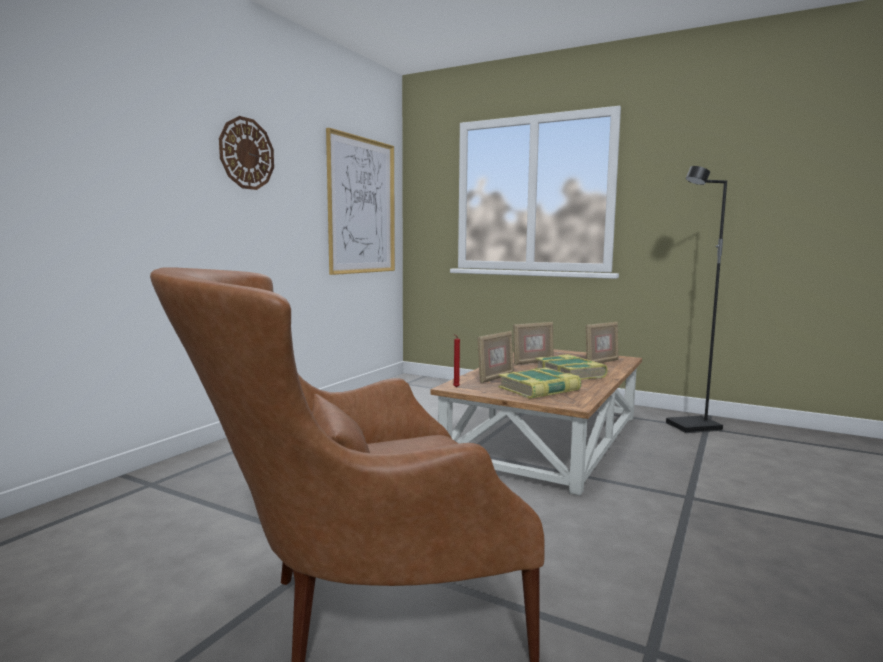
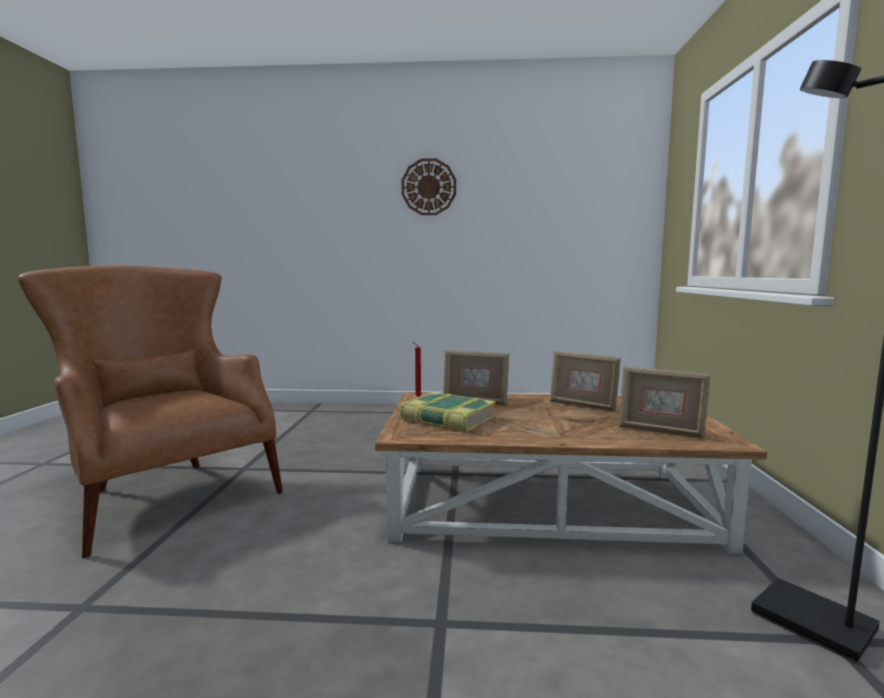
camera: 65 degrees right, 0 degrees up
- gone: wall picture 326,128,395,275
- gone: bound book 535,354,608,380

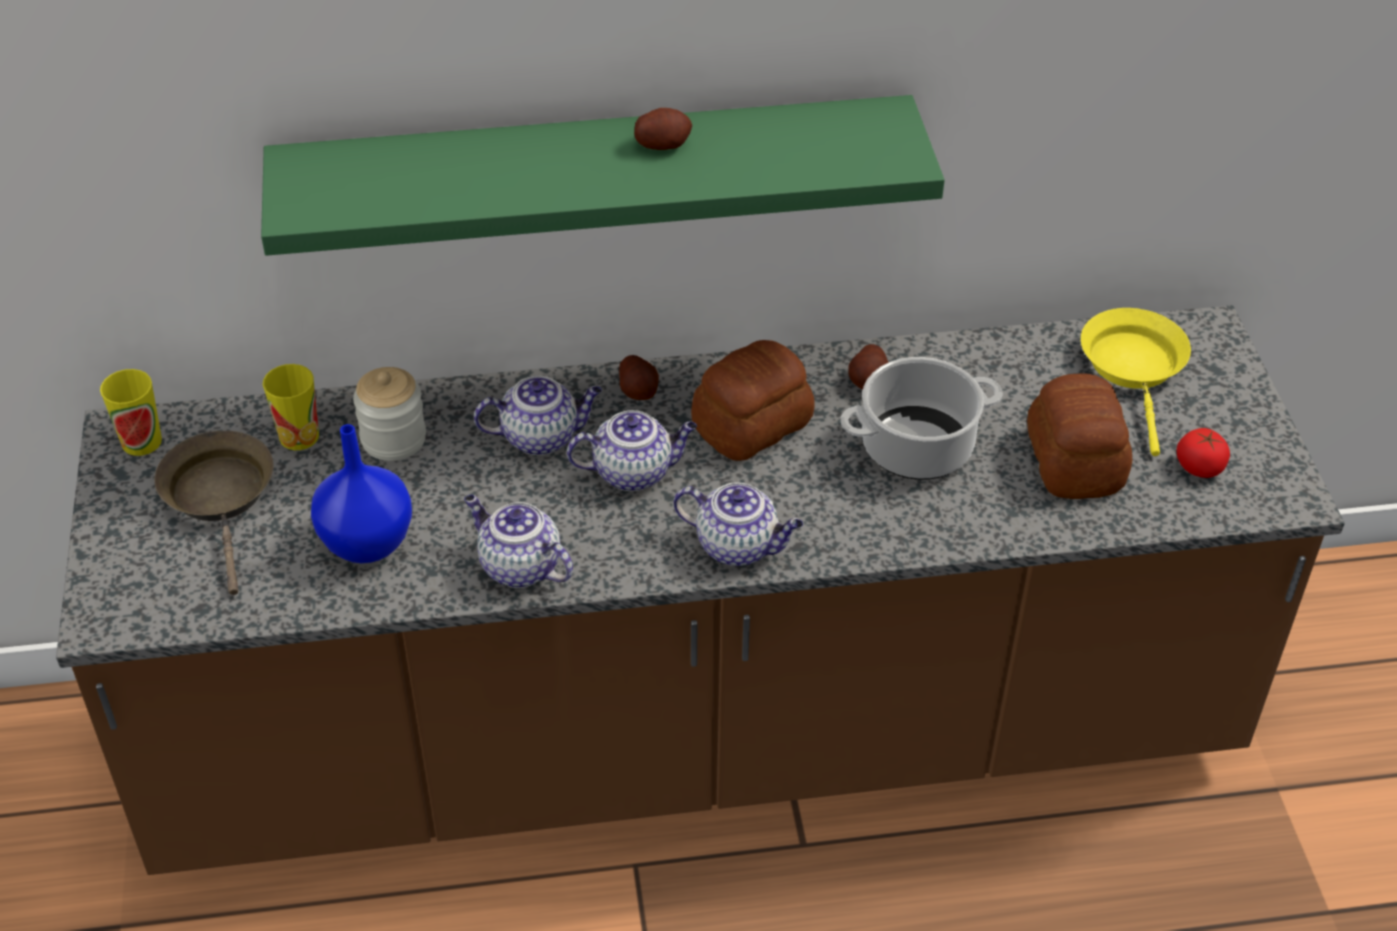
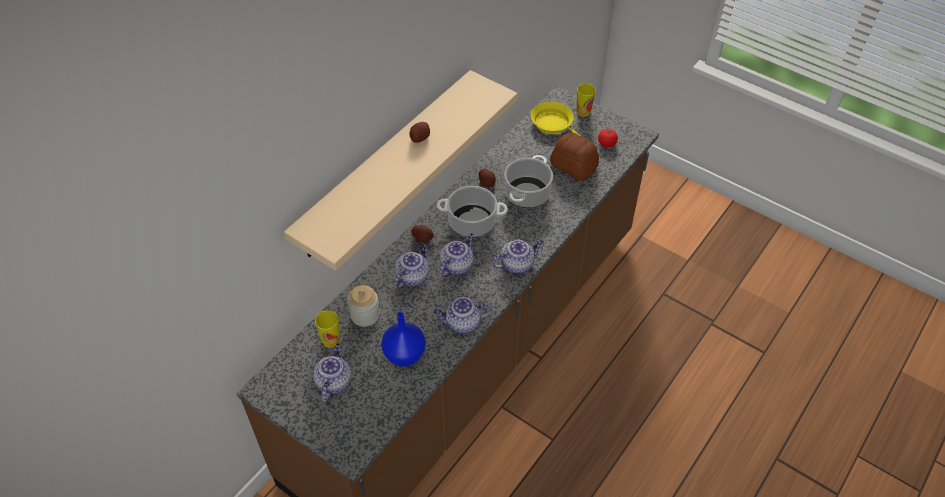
camera: 45 degrees left, 5 degrees up
- repainted: bracket shelf (green-coloured) 261,95,945,256 to bracket shelf (beige-coloured) 284,70,518,271
- swapped: baked bread 691,340,815,461 to cooking pot 437,186,508,237
- shifted: drinking cup 100,369,162,456 to 576,84,596,116
- swapped: frying pan (brown-coloured) 154,431,274,595 to pot for tea 313,343,351,402

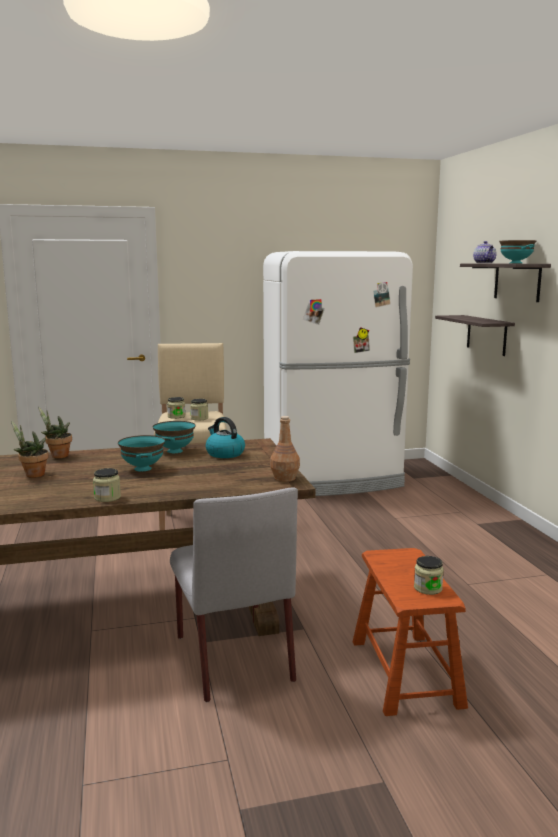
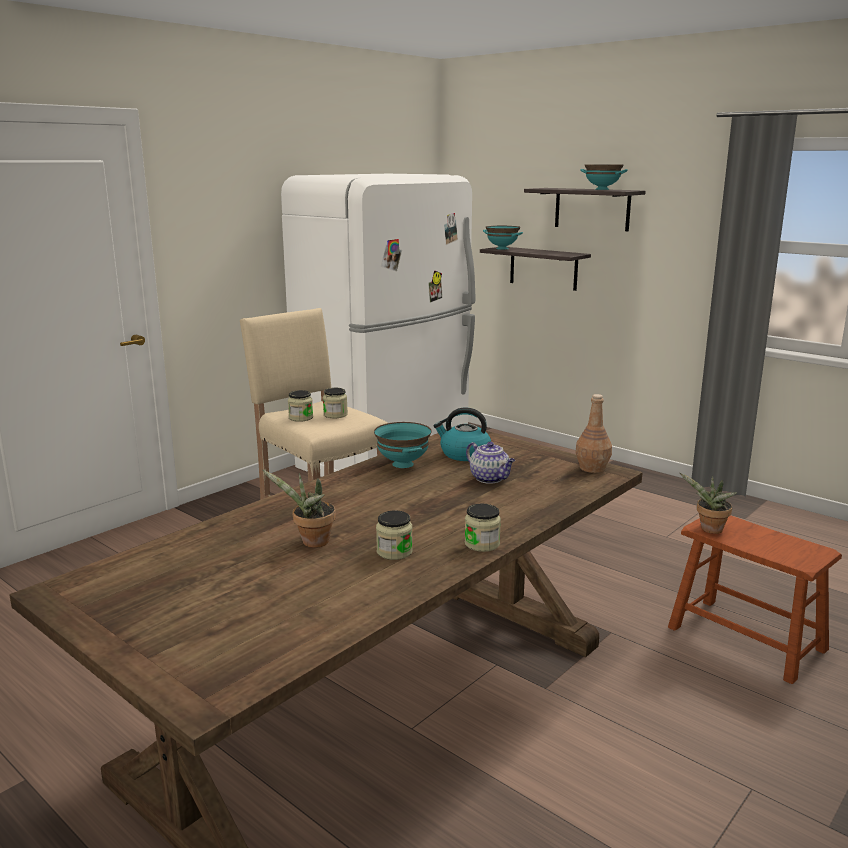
camera: 35 degrees left, 5 degrees up
- shifted: pot for tea 473,241,496,263 to 466,442,515,484
- shifted: potted plant 38,406,72,458 to 680,473,737,534
- shifted: bowl (turquoise) 118,435,165,472 to 483,226,523,250
- gone: plain chair (greyish) 170,487,298,702
- shifted: jar 414,556,444,595 to 376,510,413,560

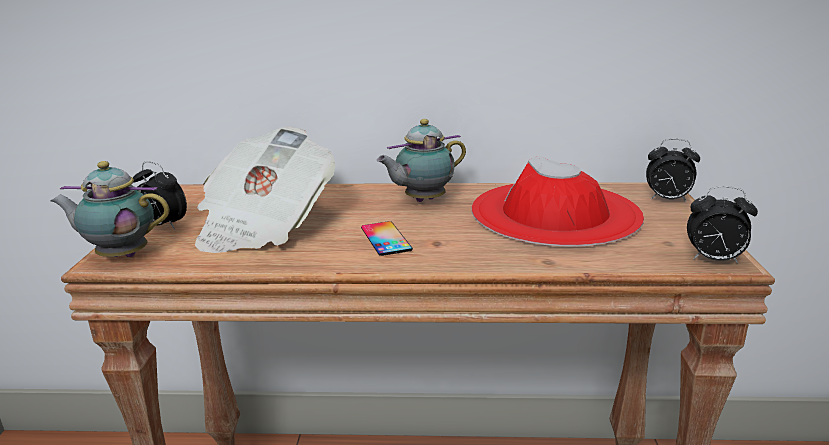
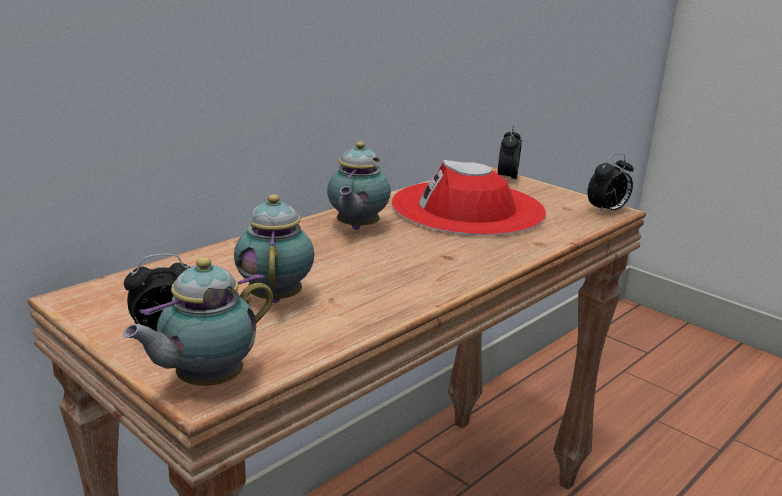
camera: 50 degrees left, 0 degrees up
- swapped: newspaper 195,127,335,253 to pot for tea 234,194,314,303
- rotated: alarm clock 646,139,700,201 = 498,126,522,179 135 degrees clockwise
- gone: phone 361,221,413,256

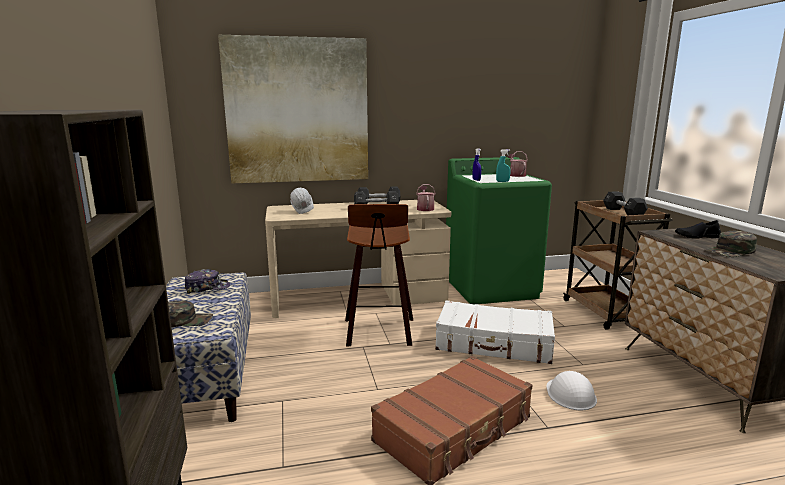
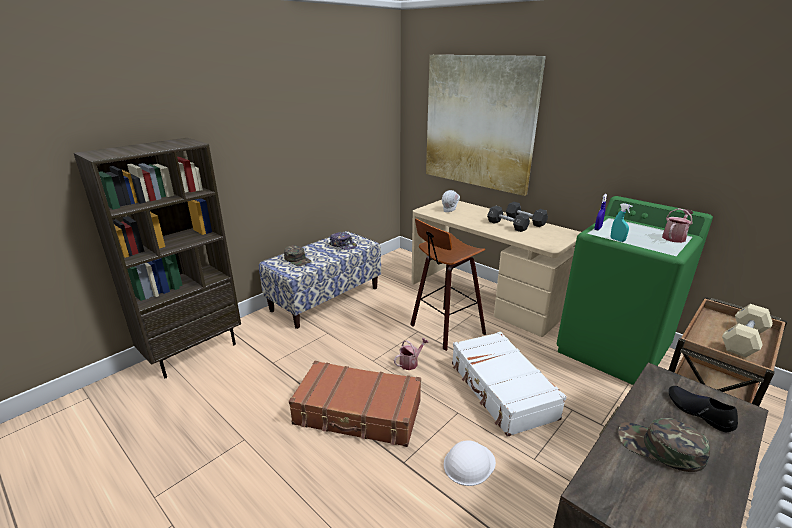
camera: 55 degrees right, 10 degrees up
- shifted: watering pot 416,184,436,211 to 394,338,429,370
- repainted: free weight (black-coloured) 603,191,648,215 to free weight (beige-coloured) 722,304,773,358

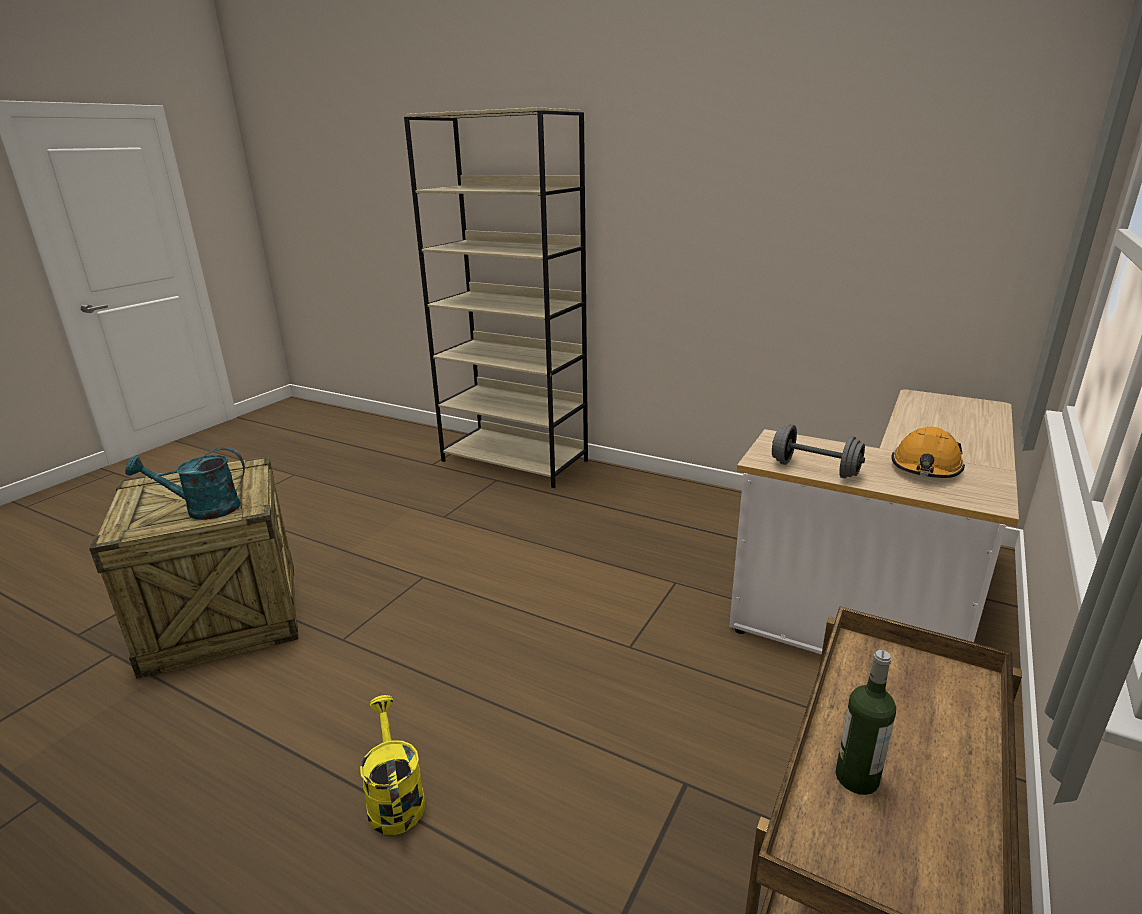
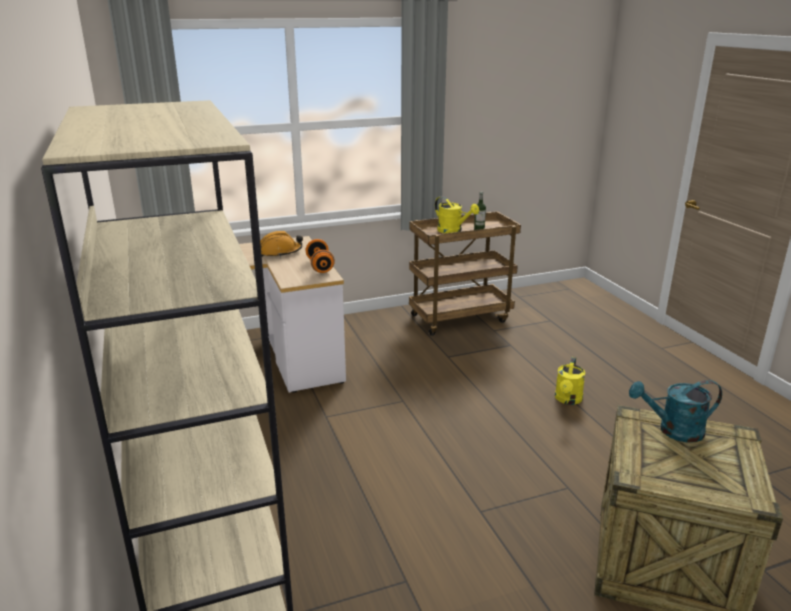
camera: 140 degrees left, 0 degrees up
- repainted: free weight (greyish) 772,424,865,478 to free weight (orange) 306,239,335,273
- rotated: watering pot (turquoise) 125,447,245,520 = 629,380,722,443 150 degrees clockwise
- new: watering pot (yellow-coloured) 435,196,479,233

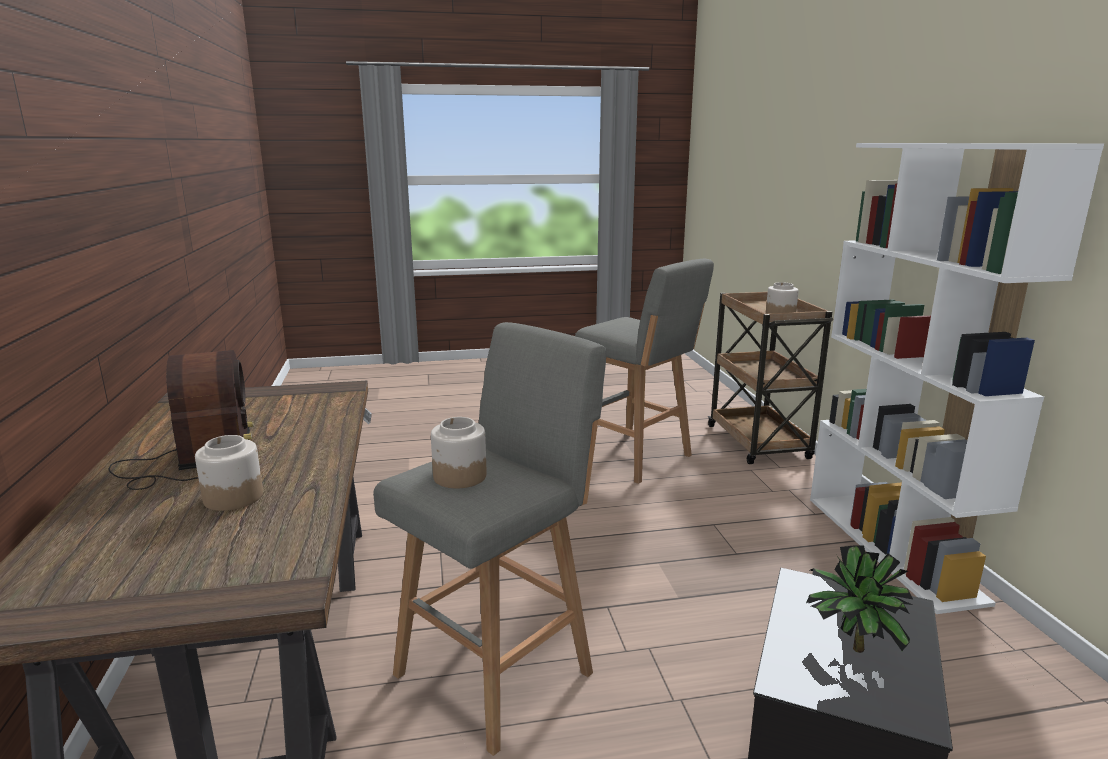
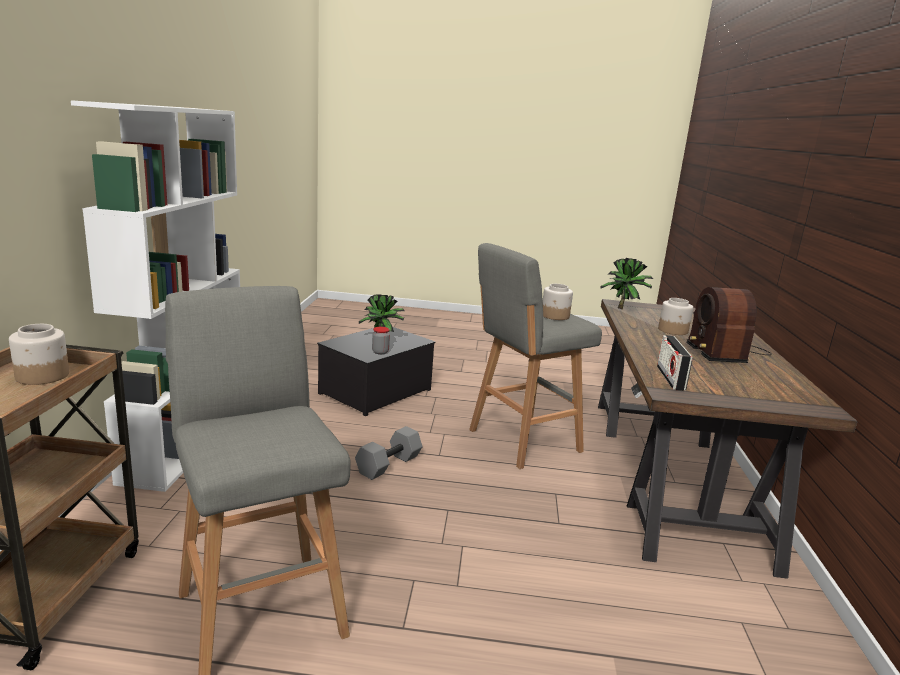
camera: 165 degrees left, 0 degrees up
- new: potted plant 601,258,653,309
- new: jar 372,327,390,354
- new: radio receiver 657,335,692,391
- new: free weight (greyish) 355,426,422,480

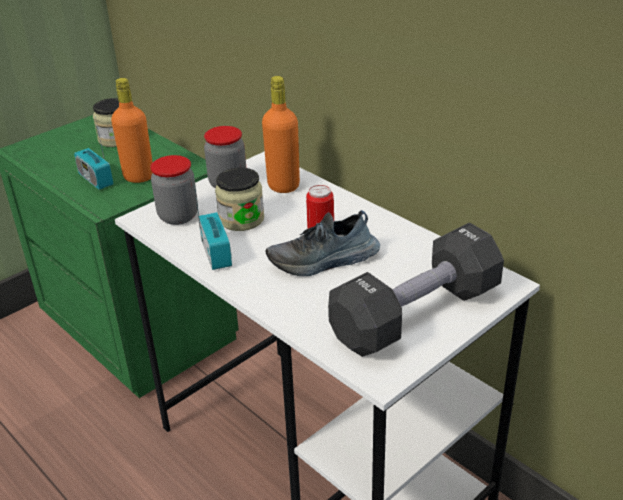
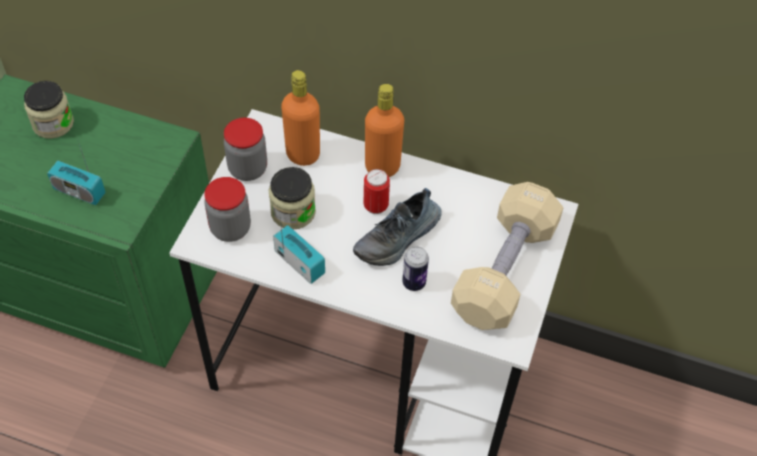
camera: 30 degrees left, 20 degrees up
- shifted: bottle (orange) 111,78,153,183 to 365,84,404,177
- repainted: free weight (black-coloured) 328,223,504,357 to free weight (beige-coloured) 451,182,563,330
- new: metal can 402,246,429,291

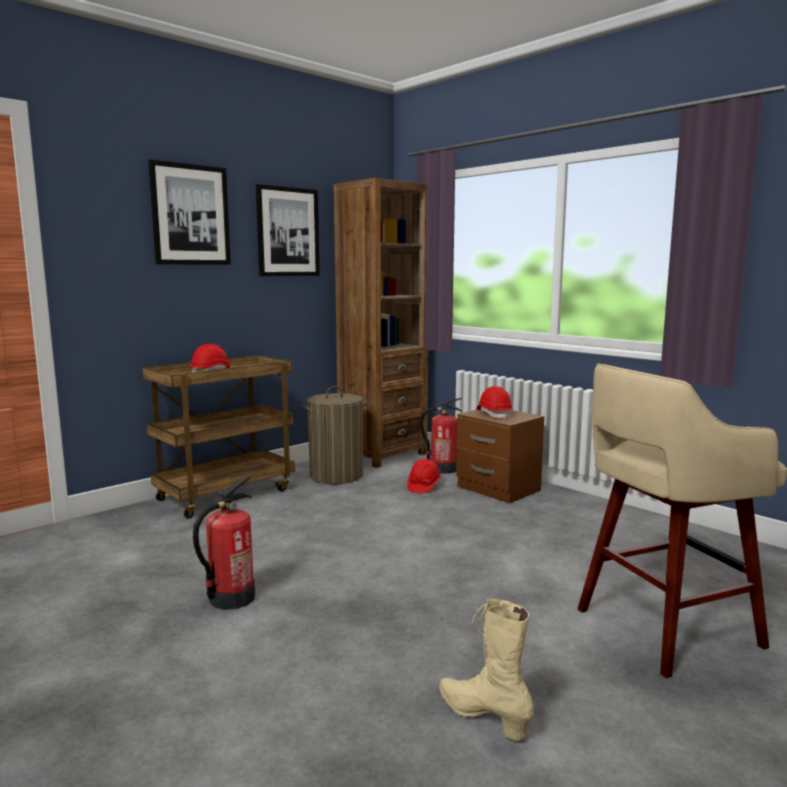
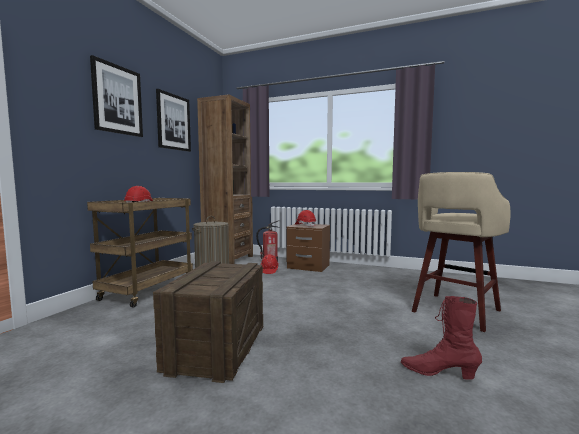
camera: 25 degrees left, 5 degrees down
- swapped: fire-fighting cylinder 193,476,255,610 to shipping crate 153,261,263,383
- repainted: high-top boot (beige-coloured) 439,599,534,740 to high-top boot (red) 401,296,482,380

